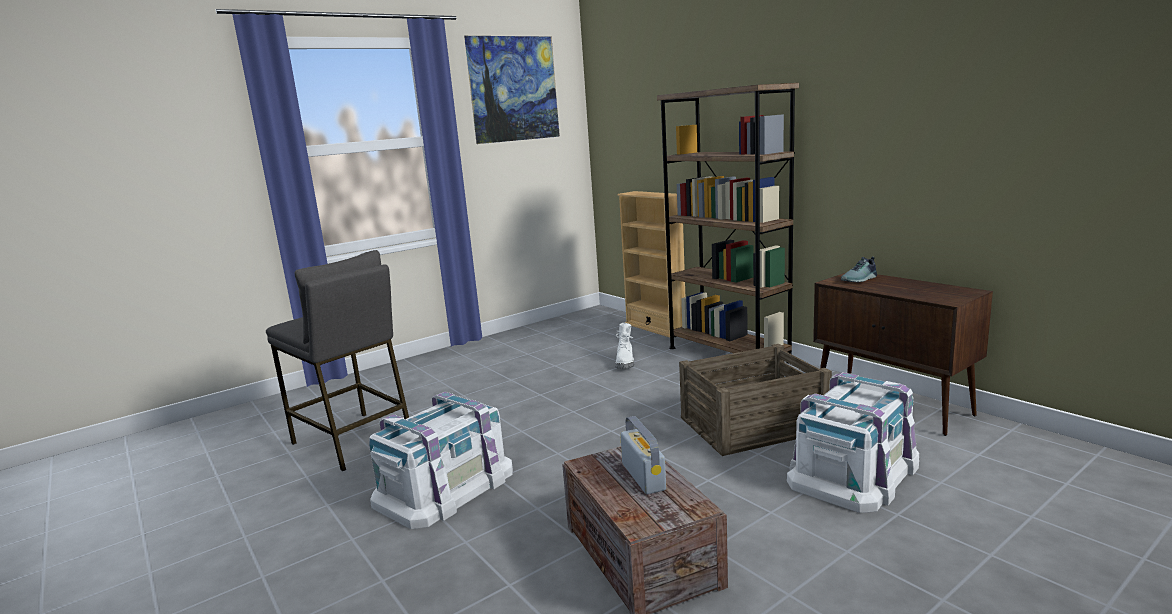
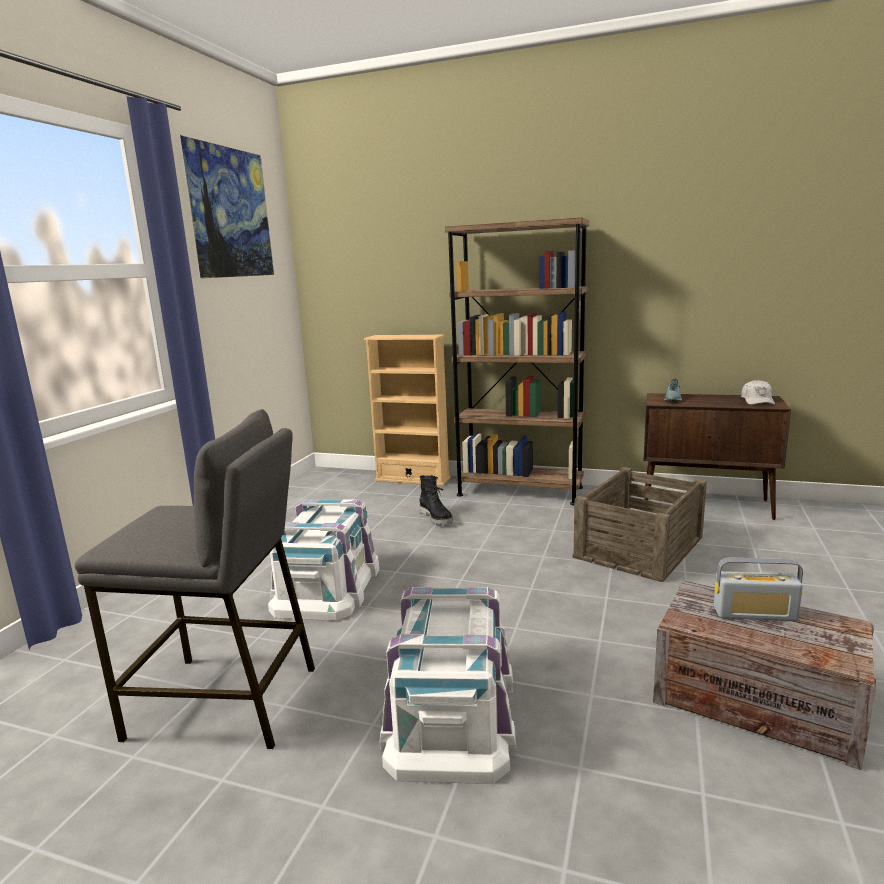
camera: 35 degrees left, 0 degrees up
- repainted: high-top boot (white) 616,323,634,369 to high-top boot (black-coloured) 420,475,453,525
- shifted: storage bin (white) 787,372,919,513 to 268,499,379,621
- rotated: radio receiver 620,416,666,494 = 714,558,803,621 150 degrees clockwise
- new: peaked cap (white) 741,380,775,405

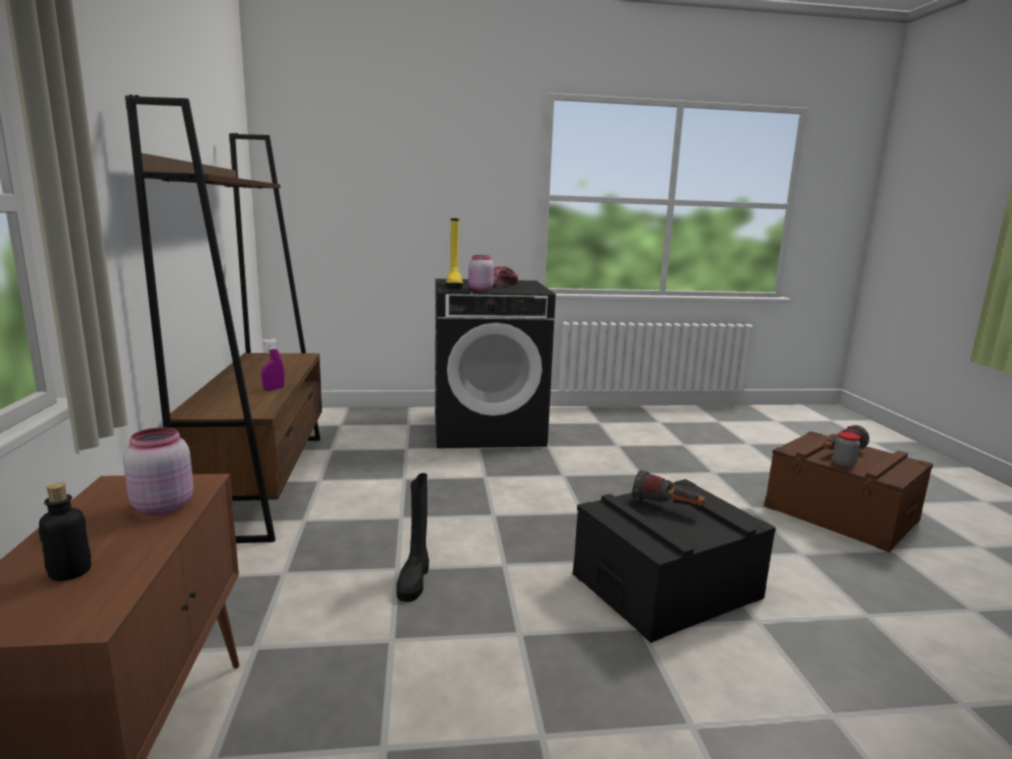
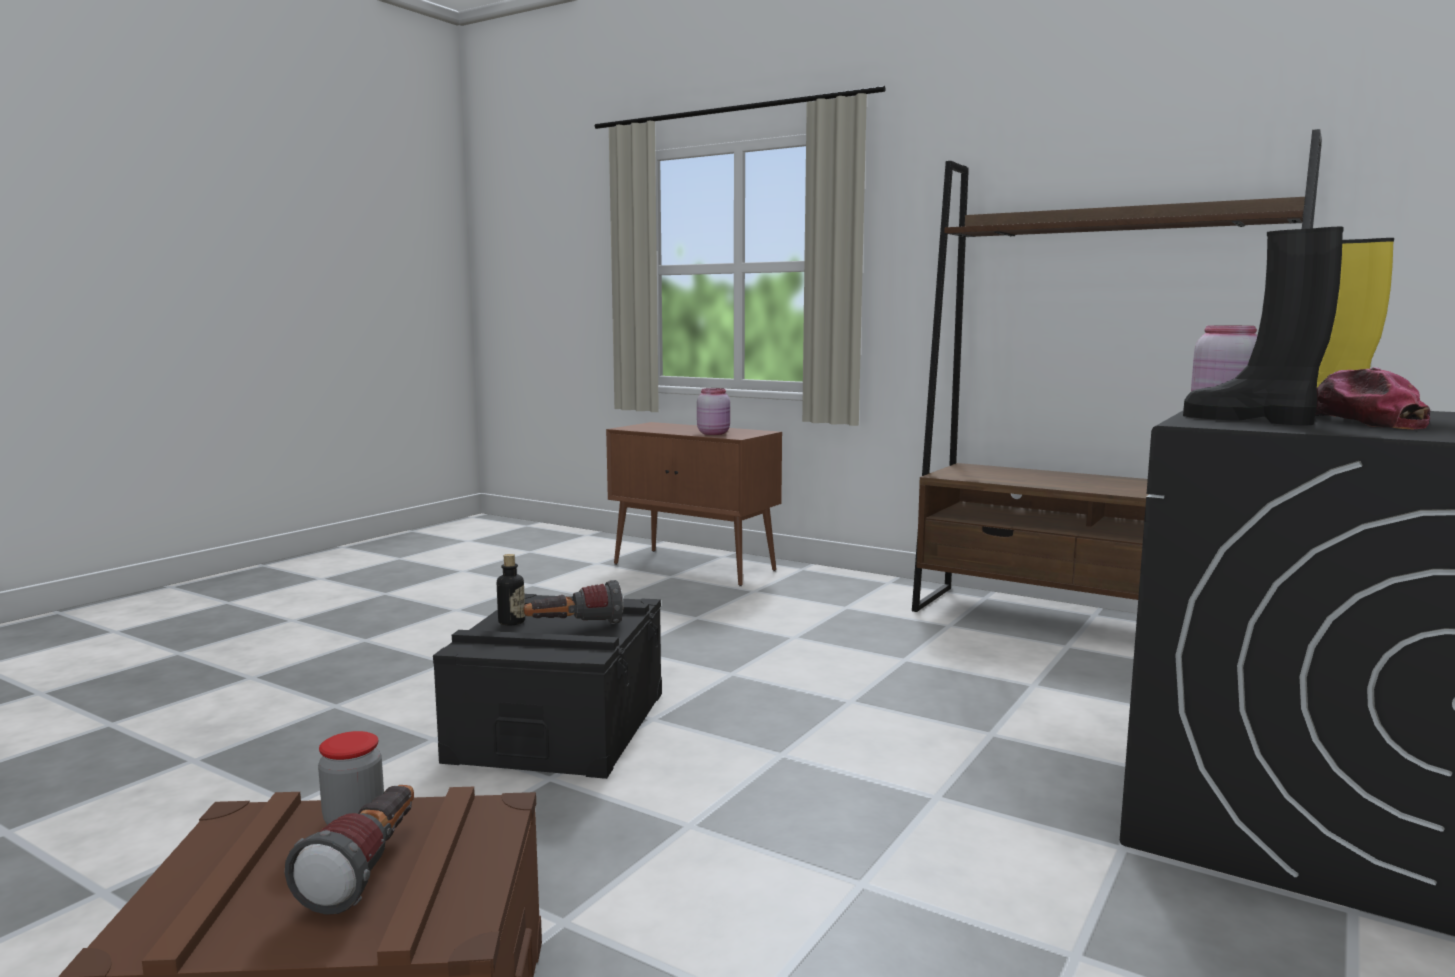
camera: 130 degrees right, 5 degrees down
- gone: hand sprayer (purplish) 261,339,285,390
- shifted: high-top boot (black-coloured) 396,473,429,602 to 1183,227,1344,425
- shifted: bottle 39,482,91,581 to 497,554,525,625

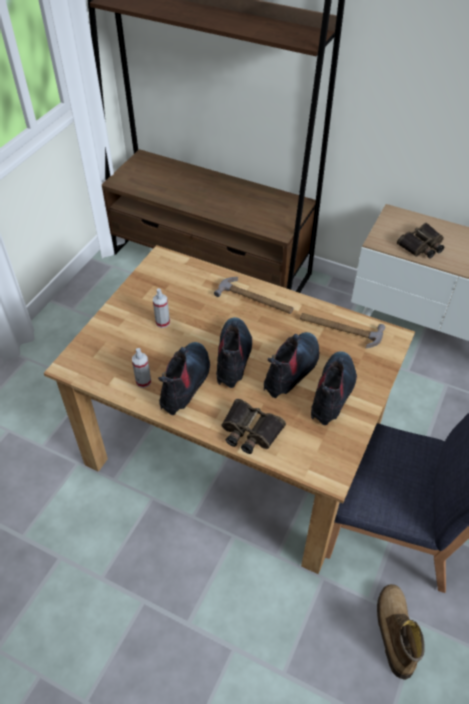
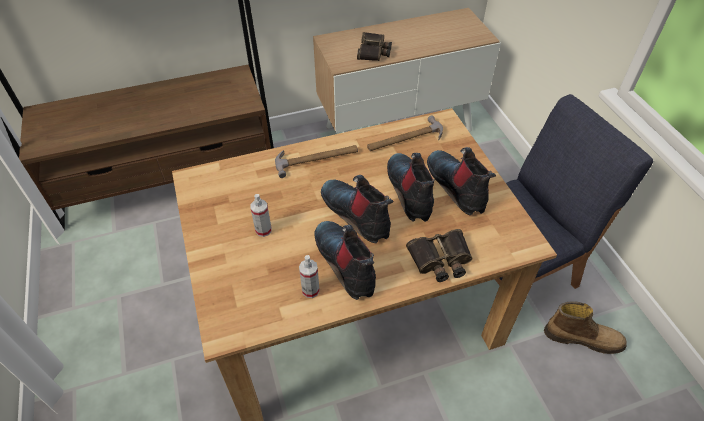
camera: 45 degrees left, 0 degrees up
- rotated: high-top boot 377,584,425,680 = 544,301,627,354 150 degrees clockwise

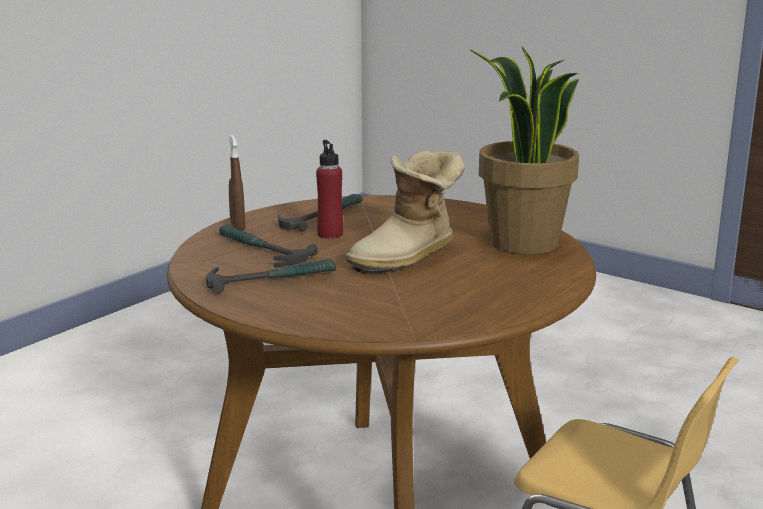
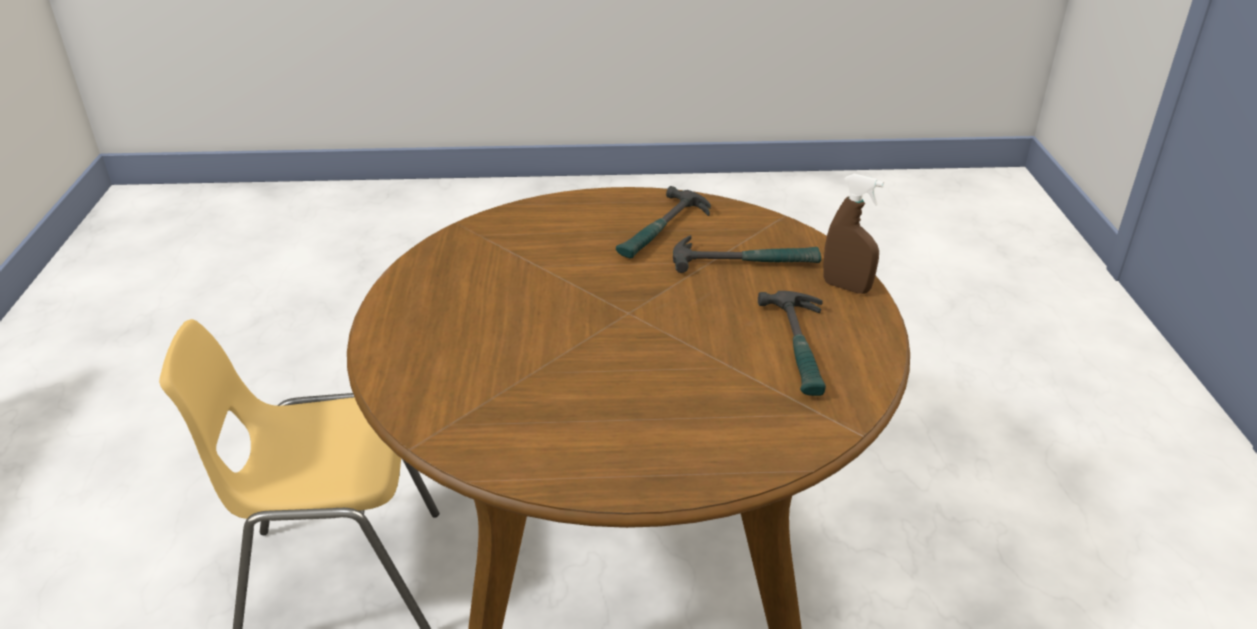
camera: 140 degrees right, 15 degrees up
- gone: potted plant 469,47,579,255
- gone: bottle (red) 316,140,343,239
- gone: high-top boot 346,150,465,274

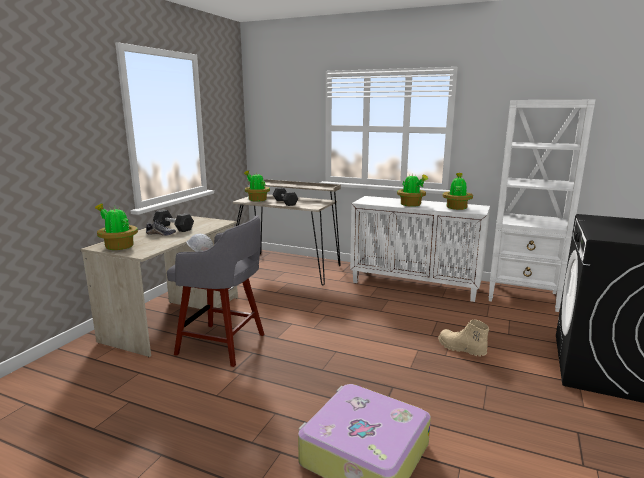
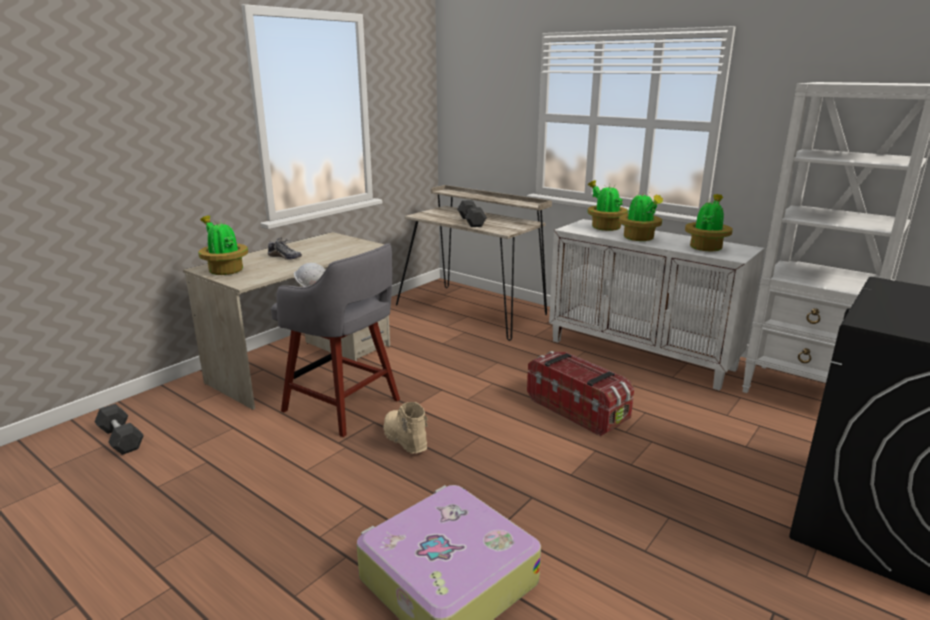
camera: 15 degrees right, 5 degrees up
- shifted: potted plant 244,171,270,202 to 588,180,628,231
- shifted: free weight (greyish) 153,210,194,232 to 95,404,144,455
- shifted: high-top boot (beige-coloured) 438,319,489,357 to 383,402,428,454
- new: storage bin 527,351,634,436

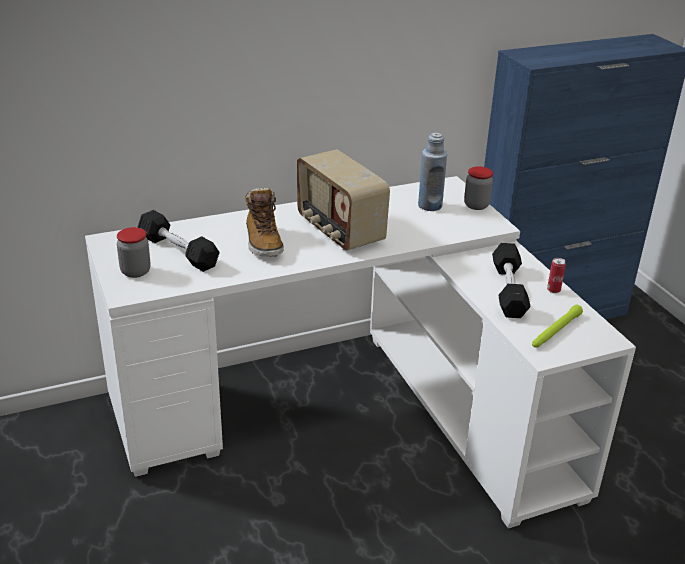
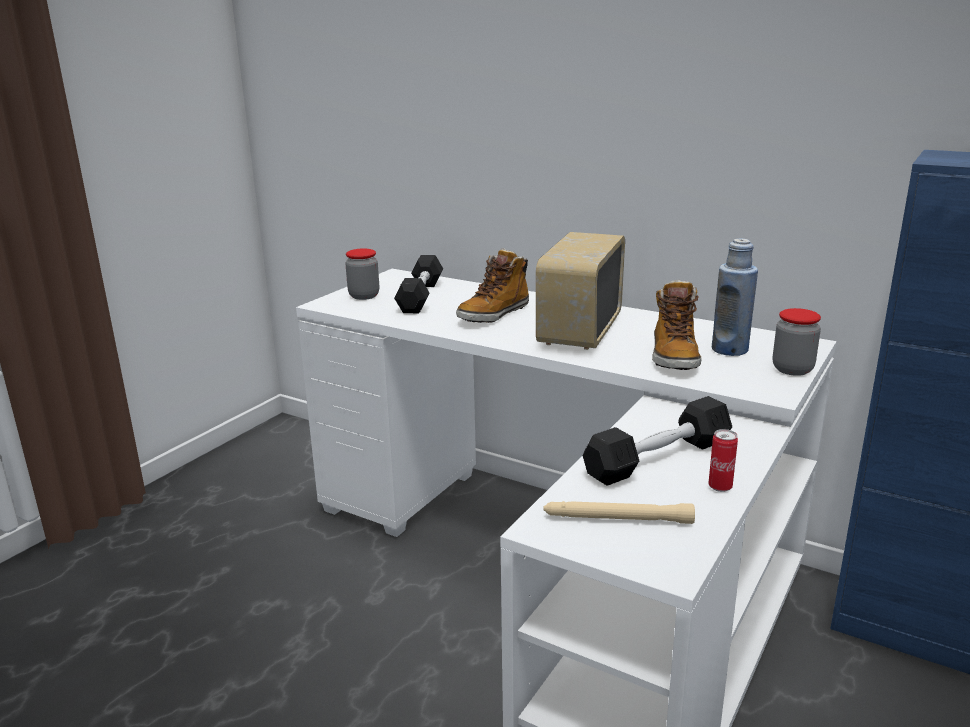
camera: 55 degrees right, 10 degrees down
- repainted: hand torch (green-coloured) 532,305,583,348 to hand torch (beige-coloured) 543,501,695,524
- new: high-top boot 652,280,702,370

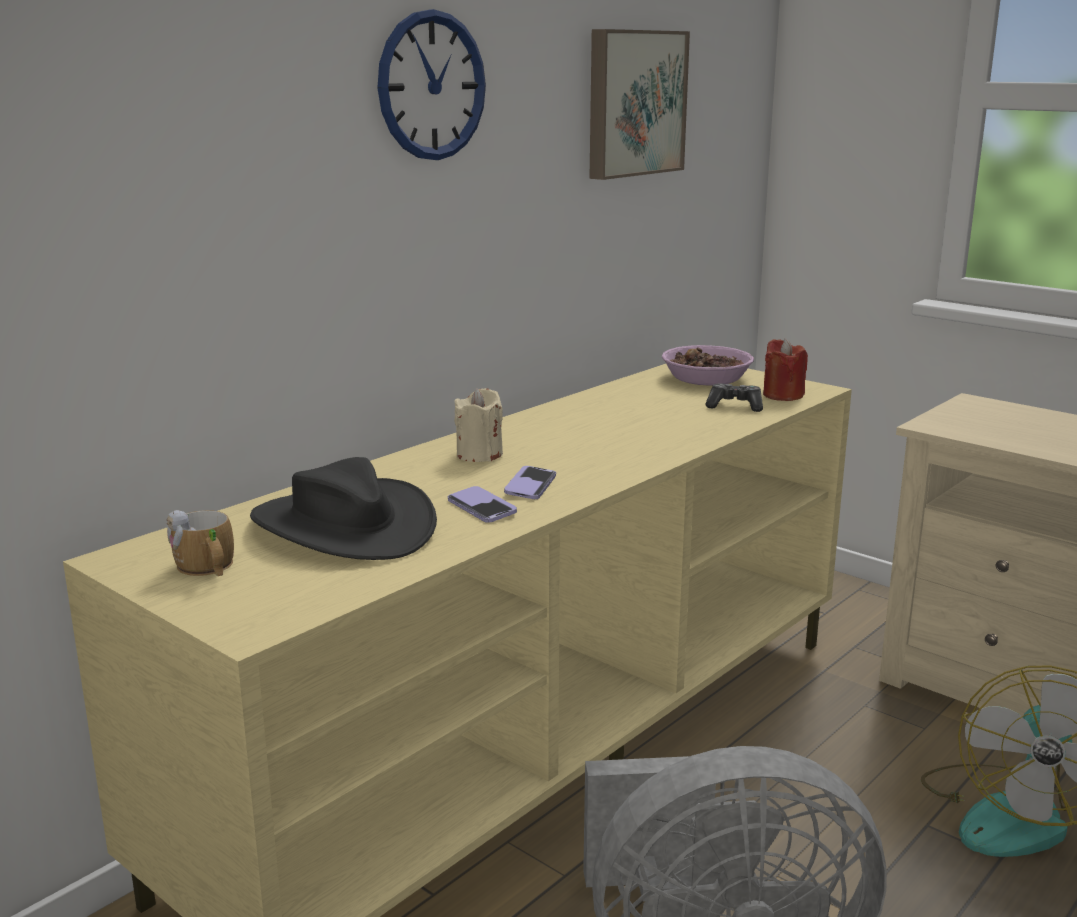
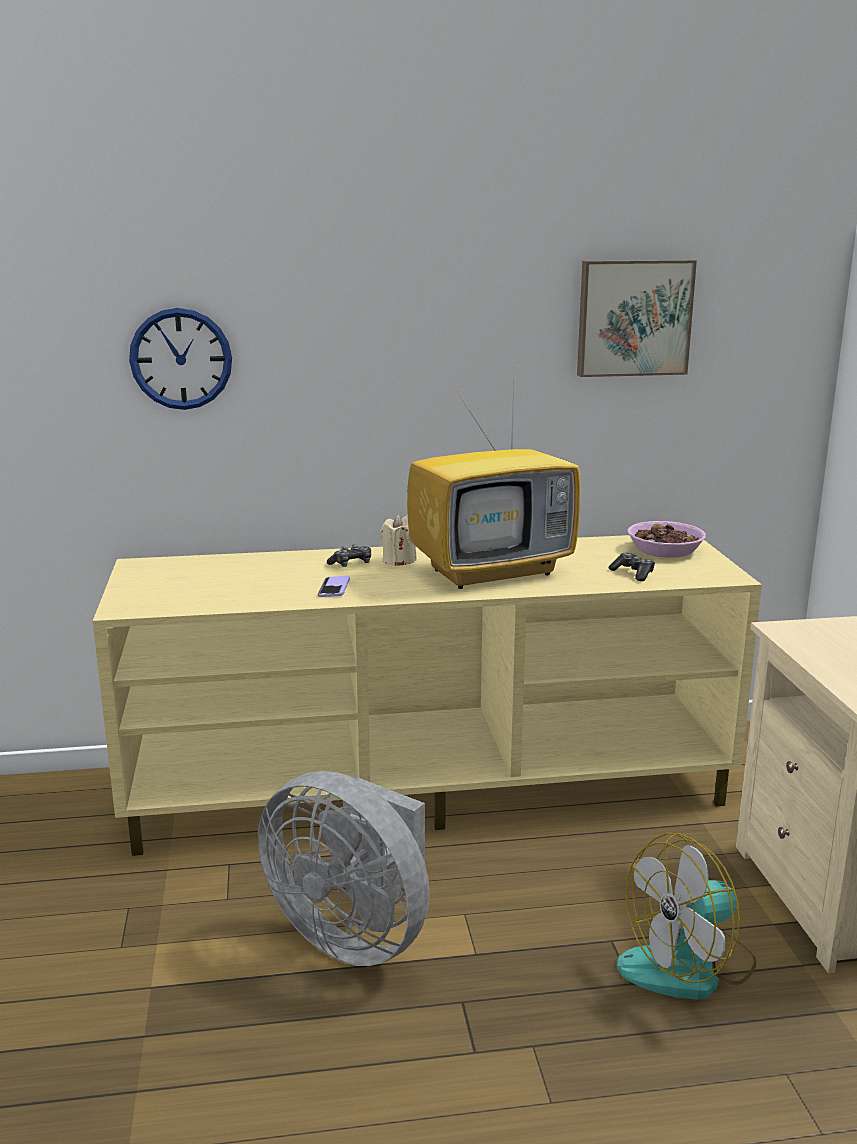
camera: 40 degrees right, 0 degrees up
- shifted: hanging clock 377,9,486,160 to 129,308,232,410
- gone: wax candle (red) 763,339,808,401
- gone: wearable hat (black-coloured) 250,457,437,560
- gone: phone 504,466,556,499
- gone: mug 166,510,234,576
- new: TV 407,384,581,589
- new: game controller 327,544,371,567

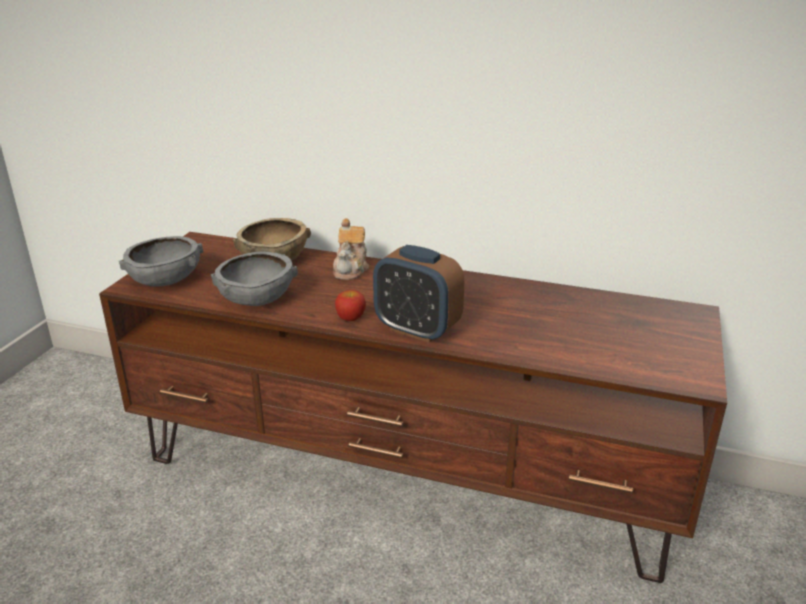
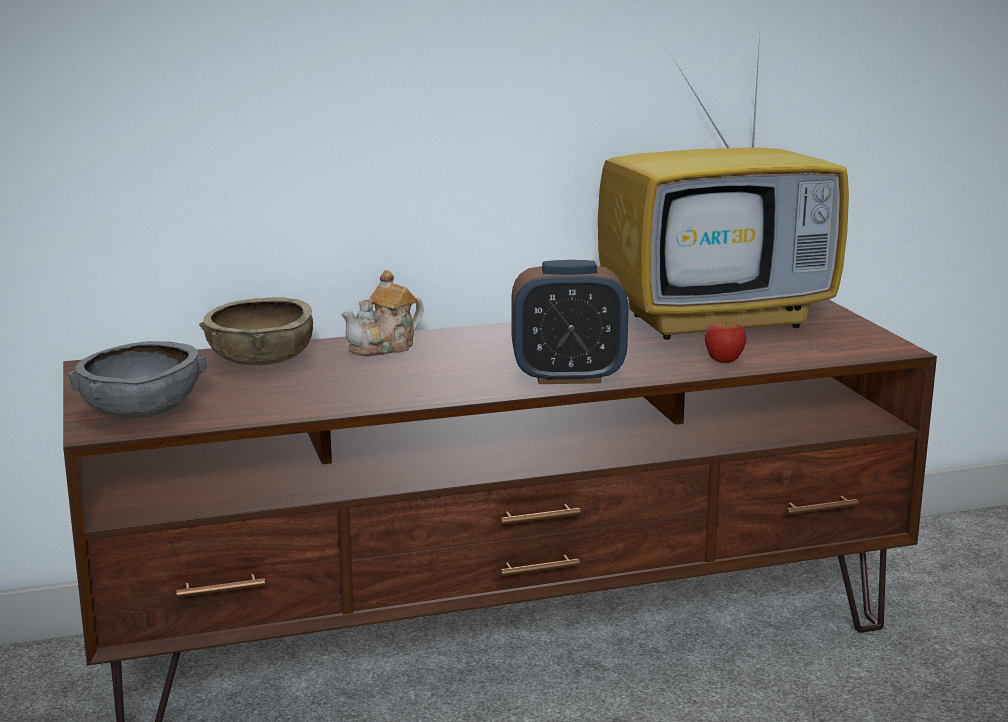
camera: 35 degrees left, 10 degrees down
- rotated: pot for tea 333,218,369,280 = 341,270,424,356 75 degrees clockwise
- gone: bowl (greyish) 211,251,298,306
- shifted: apple 335,290,366,321 to 705,322,746,363
- new: TV 598,34,849,340

